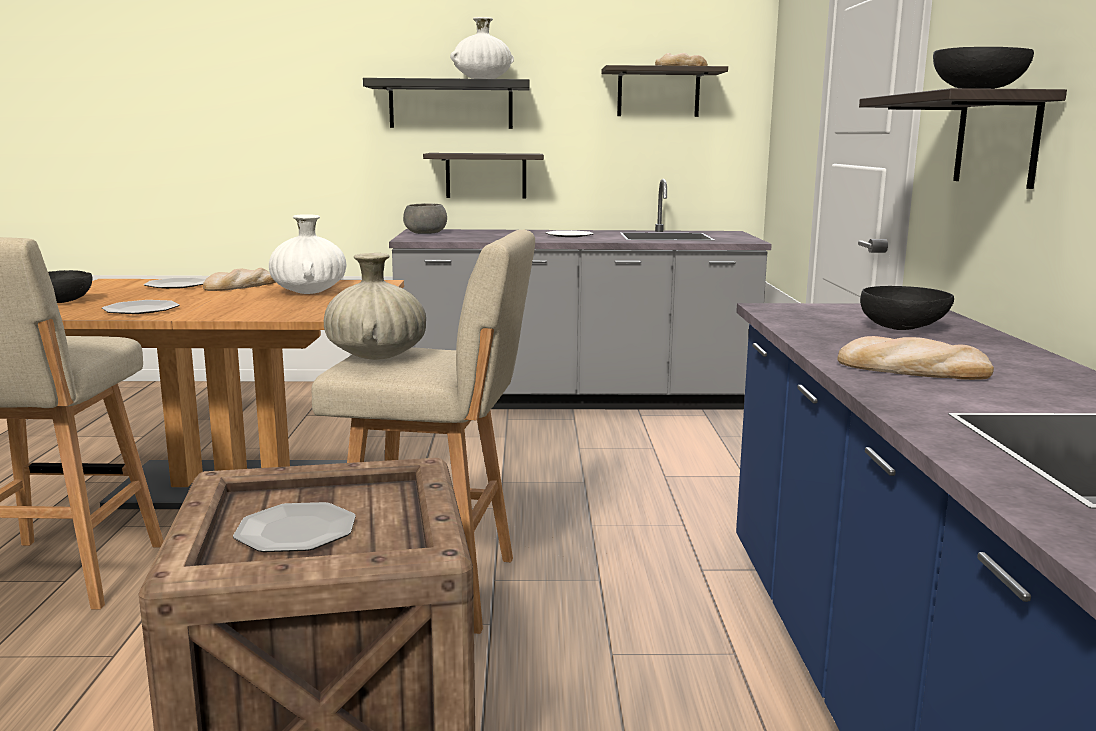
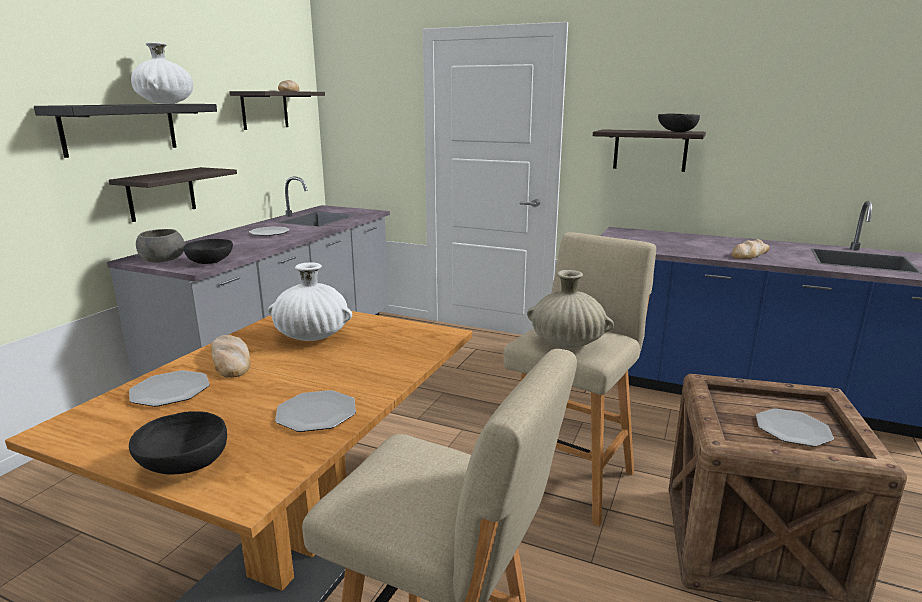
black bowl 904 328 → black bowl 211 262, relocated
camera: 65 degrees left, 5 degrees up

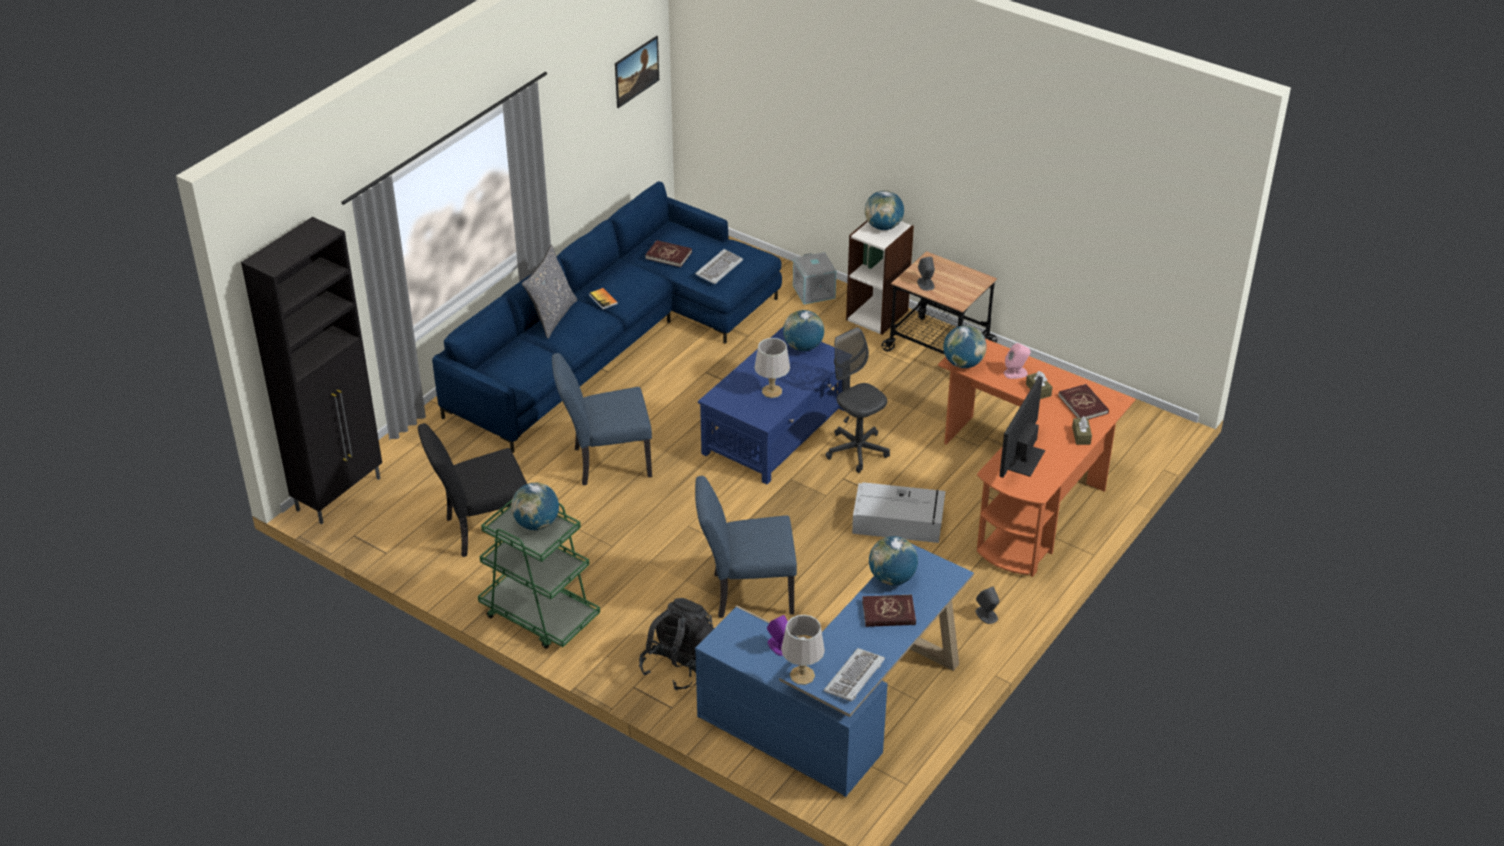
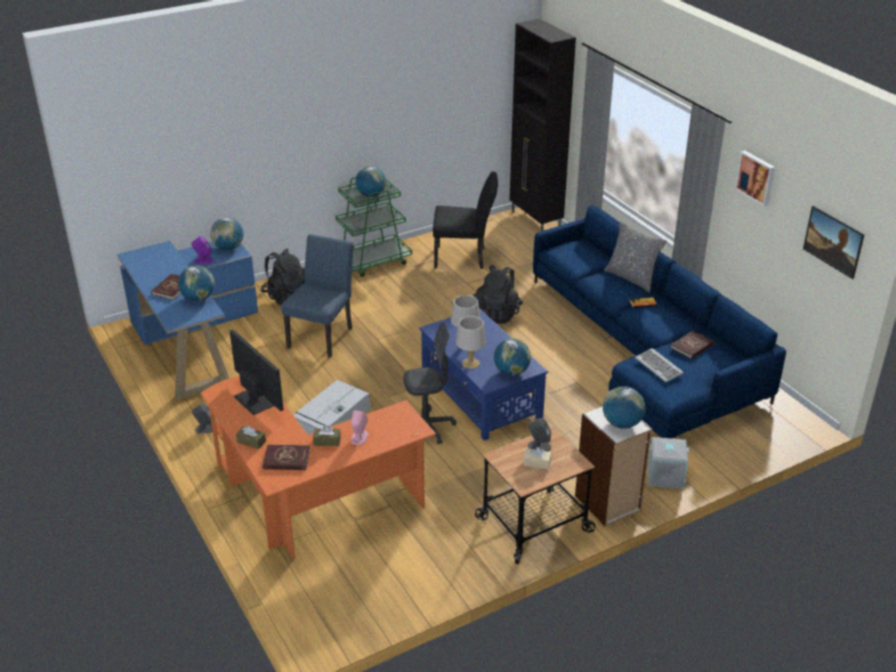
black chair 481 530 → black chair 464 258, 90 degrees clockwise
blue chair 605 463 → black backpack 497 314
grey table lamp 801 675 → grey table lamp 471 363, relocated
keyboard 855 677 → -
globe 963 364 → globe 228 248, relocated
- → beige tissue box 537 463
- → picture 756 177
camera: 115 degrees right, 5 degrees down

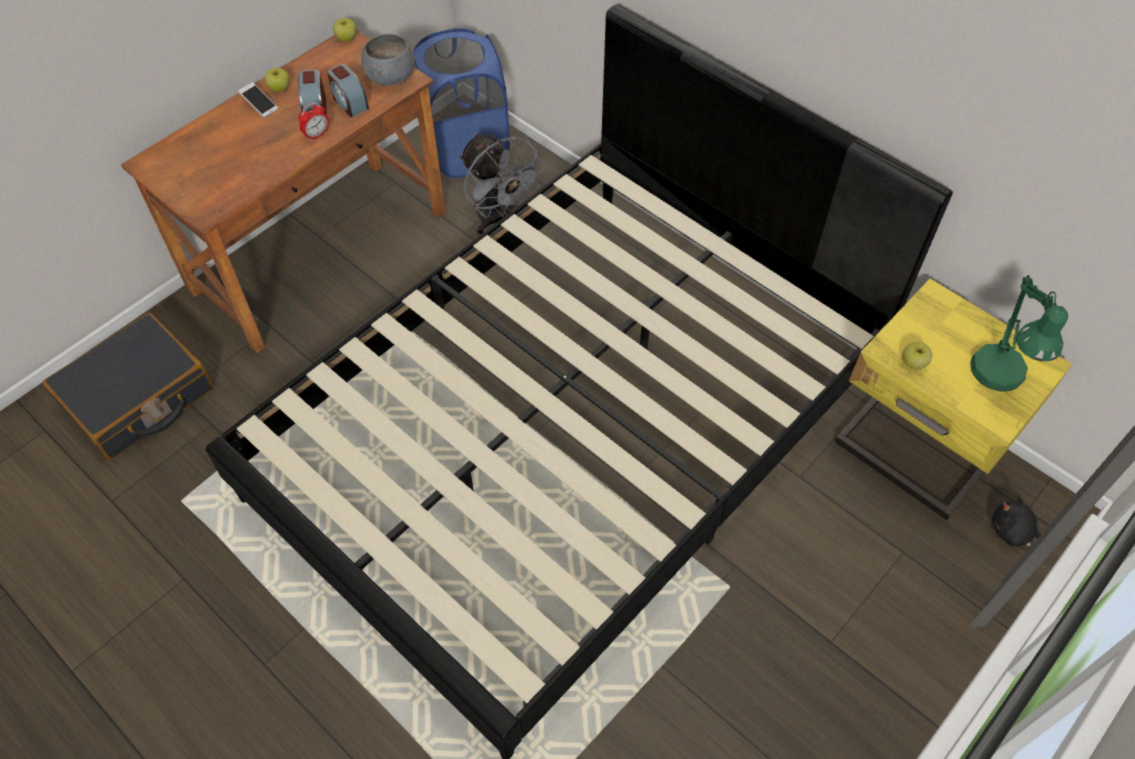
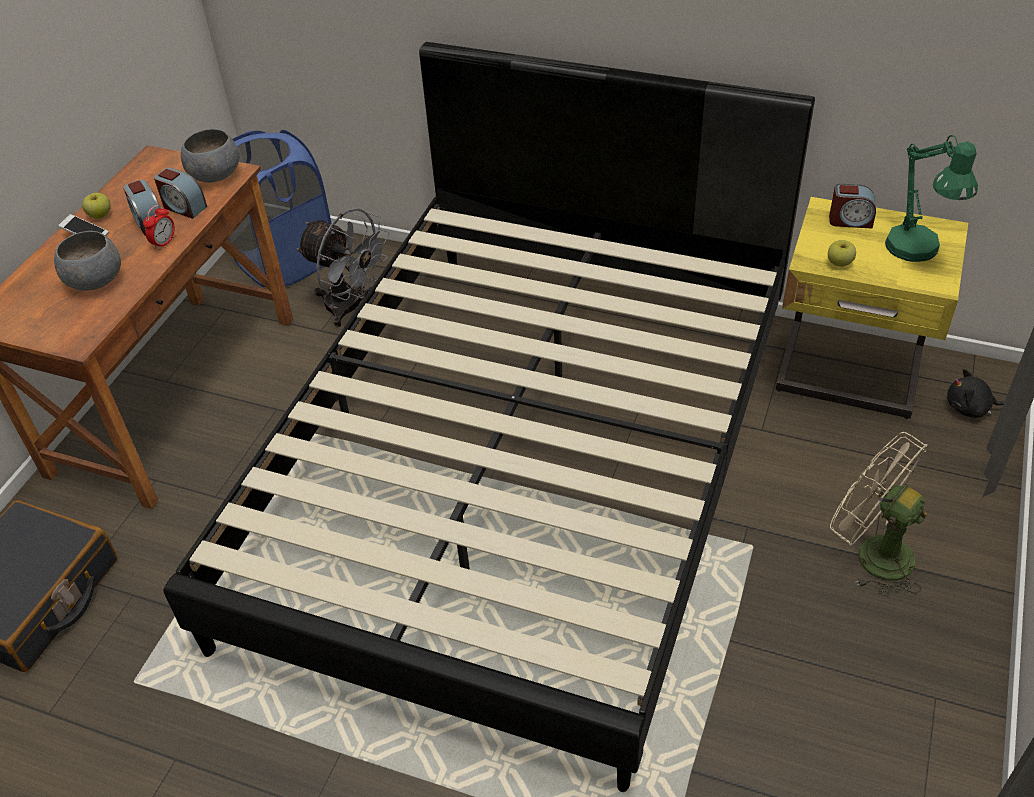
apple 346 38 → -
- → grey bowl 94 280
- → alarm clock 850 220
- → beige fan 872 553
camera: 20 degrees left, 10 degrees down

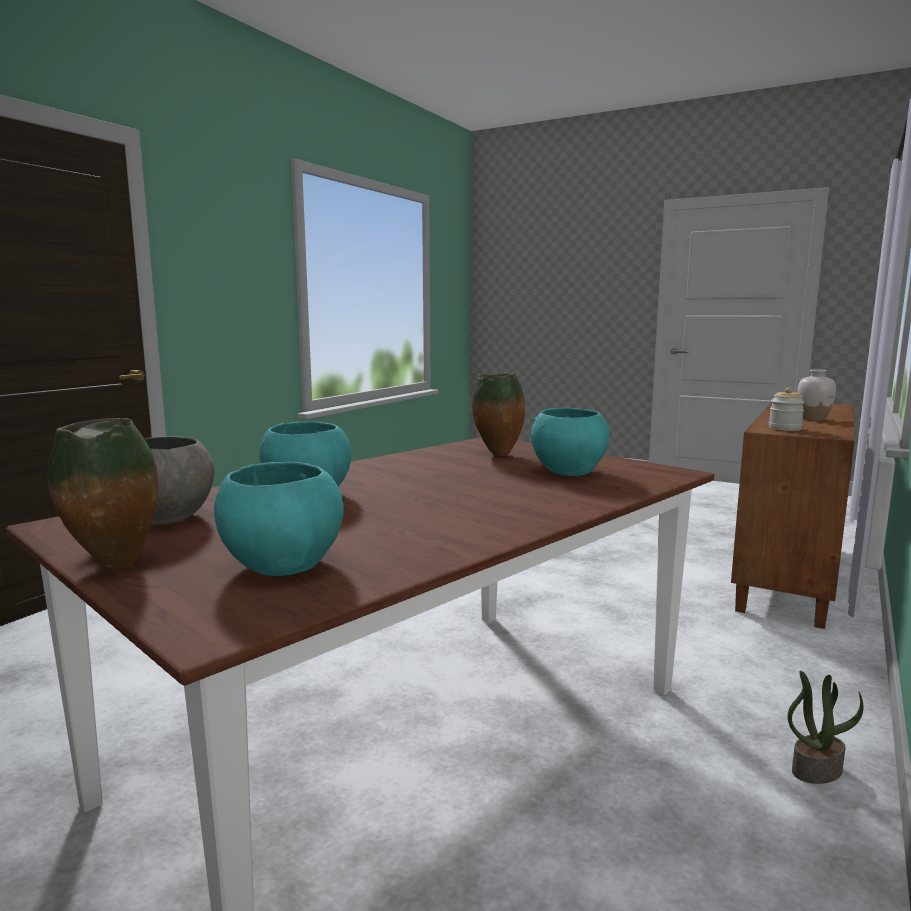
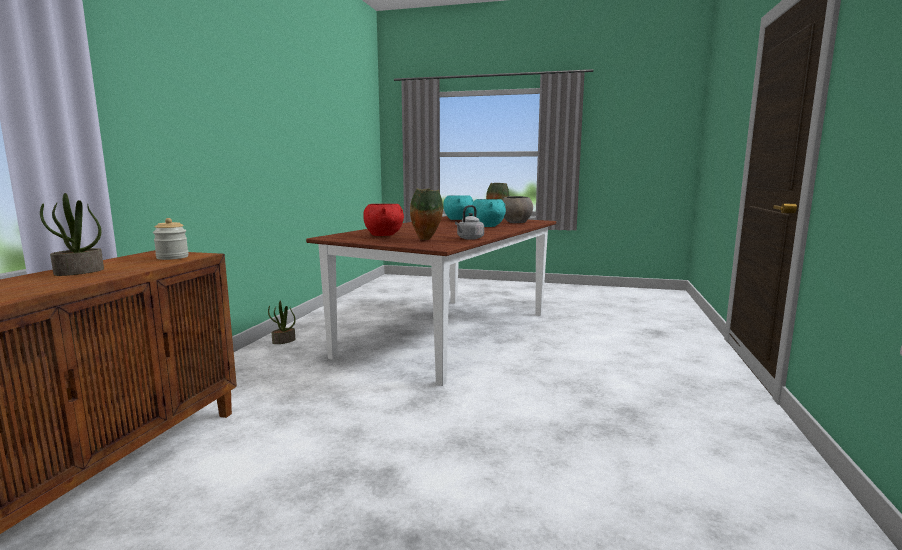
turquoise bowl 568 471 → red bowl 384 235
white vase 813 419 → potted plant 79 272
- → grey kettle 469 238
camera: 165 degrees right, 0 degrees up

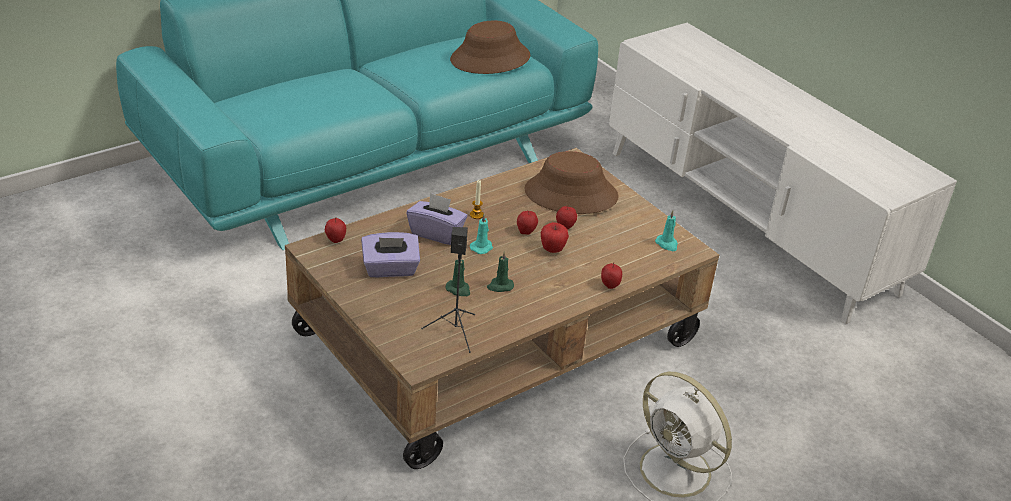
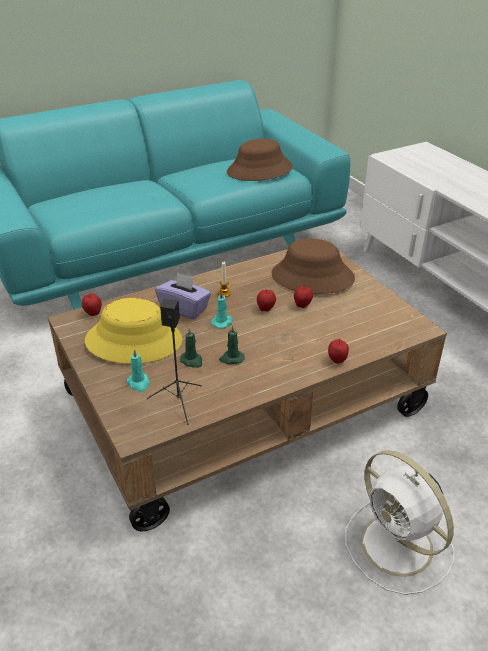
purple tissue box 390 269 → yellow hat 134 340
apple 552 250 → -
turquoise candle 667 244 → turquoise candle 139 383, relocated
camera: 10 degrees right, 0 degrees up

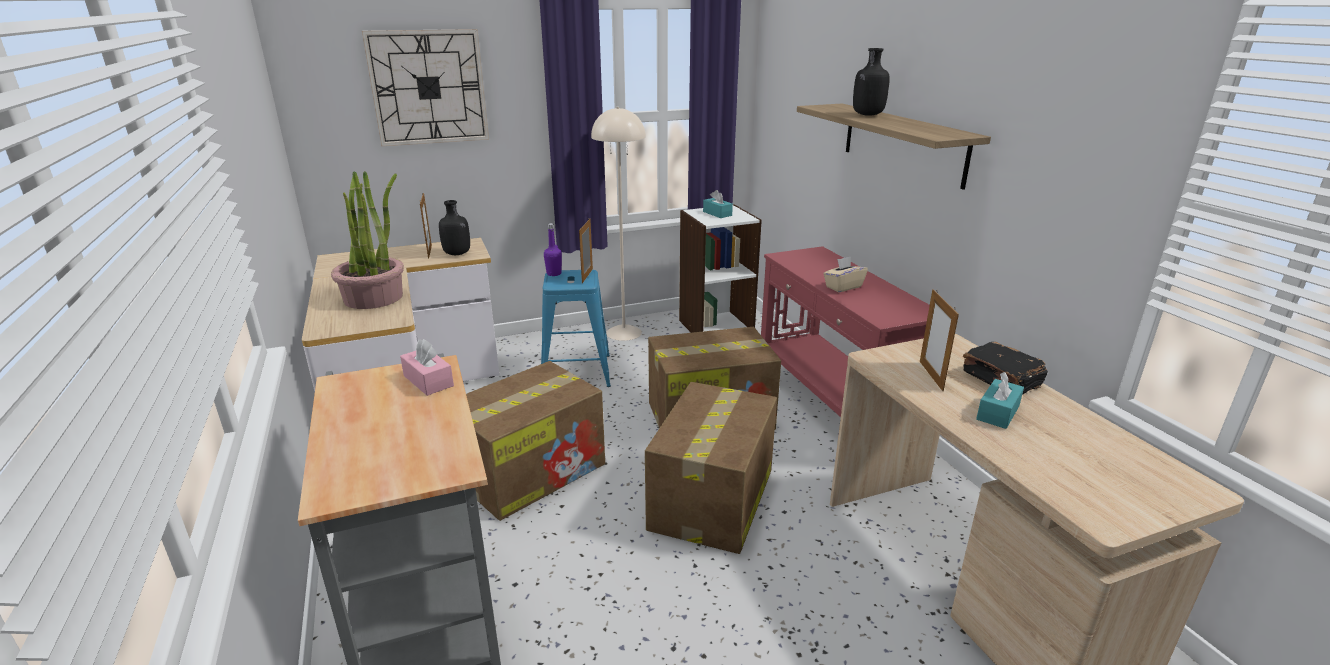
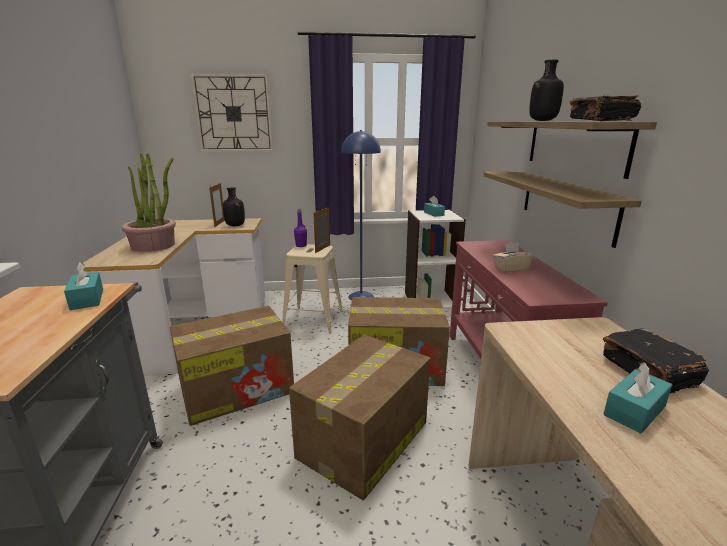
pink tissue box 428 381 → turquoise tissue box 87 299
blue stool 576 371 → beige stool 313 319
beige floor lamp 624 332 → blue floor lamp 361 296
picture frame 931 375 → -
- → shelf 566 204
- → black book 600 121
camera: 15 degrees right, 5 degrees down

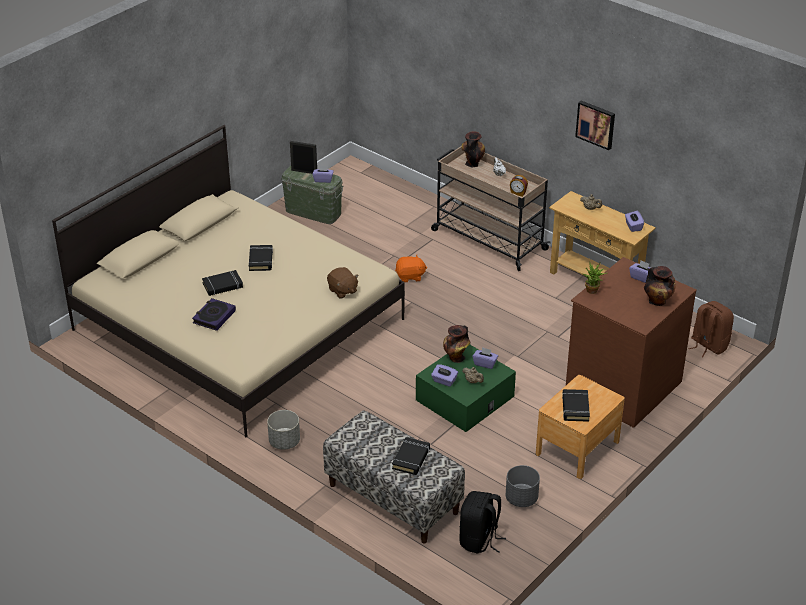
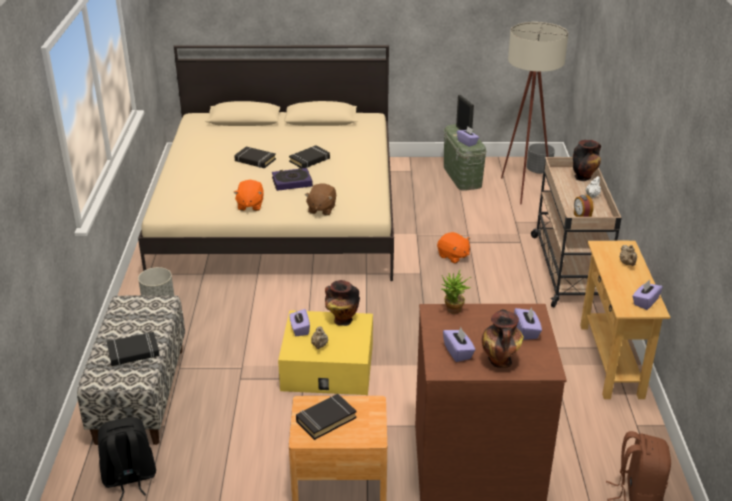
book 214 317 → book 292 182, relocated
green storage box 465 398 → yellow storage box 328 366
purple tissue box 485 363 → purple tissue box 458 352, relocated
grey planter 521 498 → grey planter 539 170, relocated
picture 596 124 → -
- → orange plush toy 250 205
- → beige floor lamp 522 192
camera: 50 degrees right, 5 degrees down

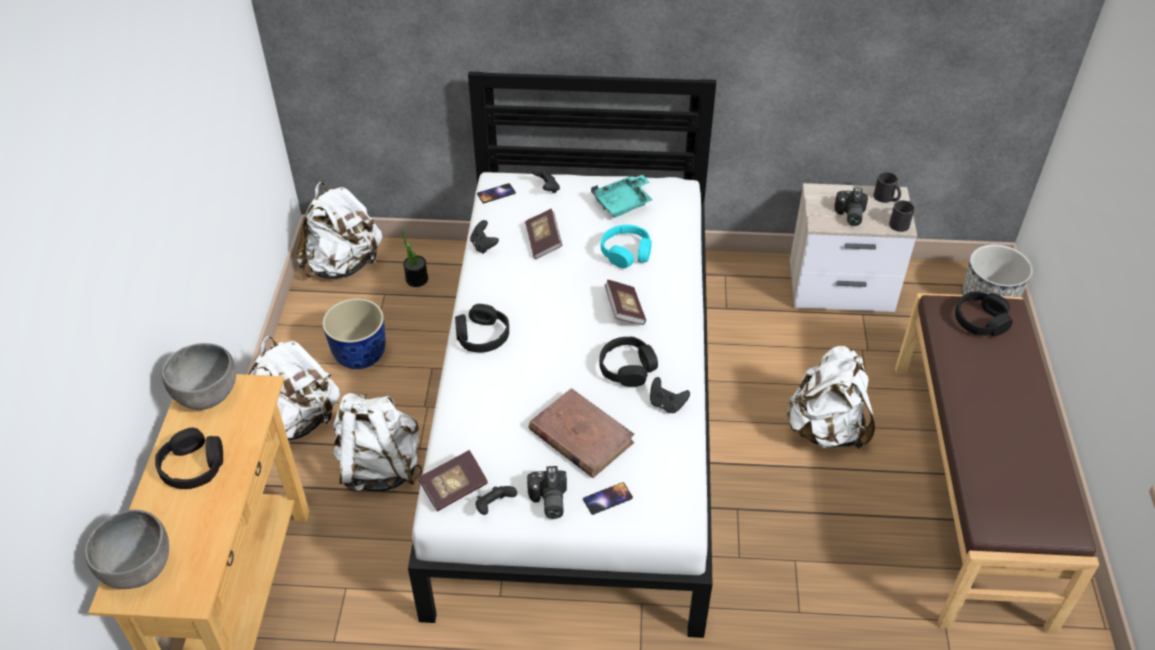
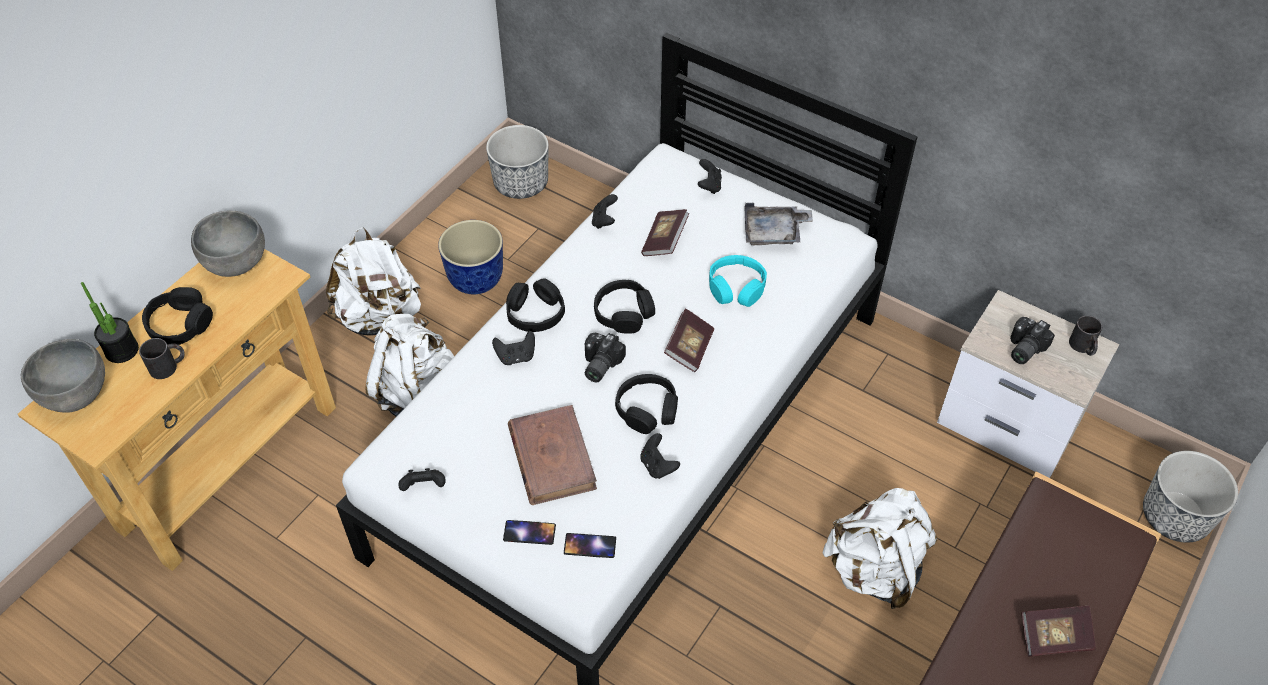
white backpack 343 265 → planter 521 183
potted plant 417 279 → potted plant 122 350, relocated
book 454 488 → book 1054 637, relocated
phone 496 193 → phone 590 546, relocated
photo camera 547 501 → photo camera 598 365, relocated
turquoise tray 623 203 → grey tray 774 233
black mug 901 222 → black mug 169 366, relocated
black headphones 980 320 → black headphones 624 313, relocated
- → black game controller 516 357
camera: 30 degrees right, 5 degrees up

